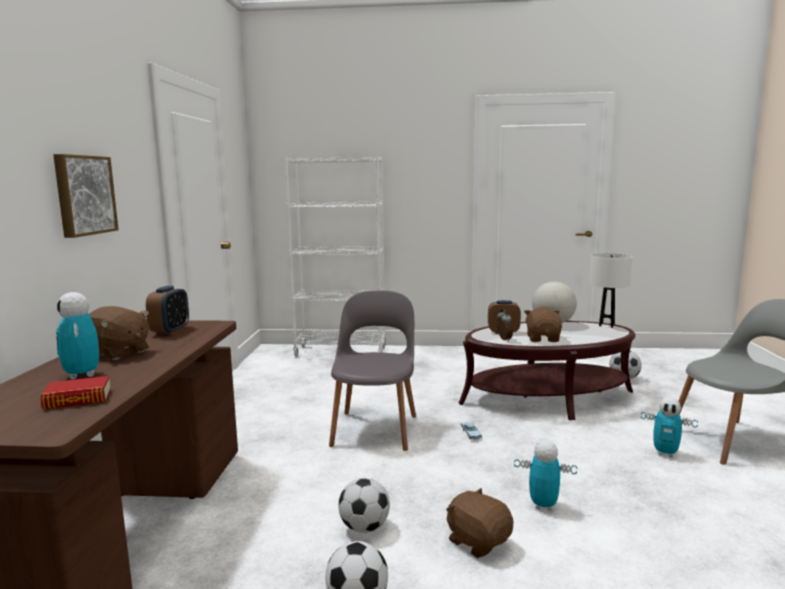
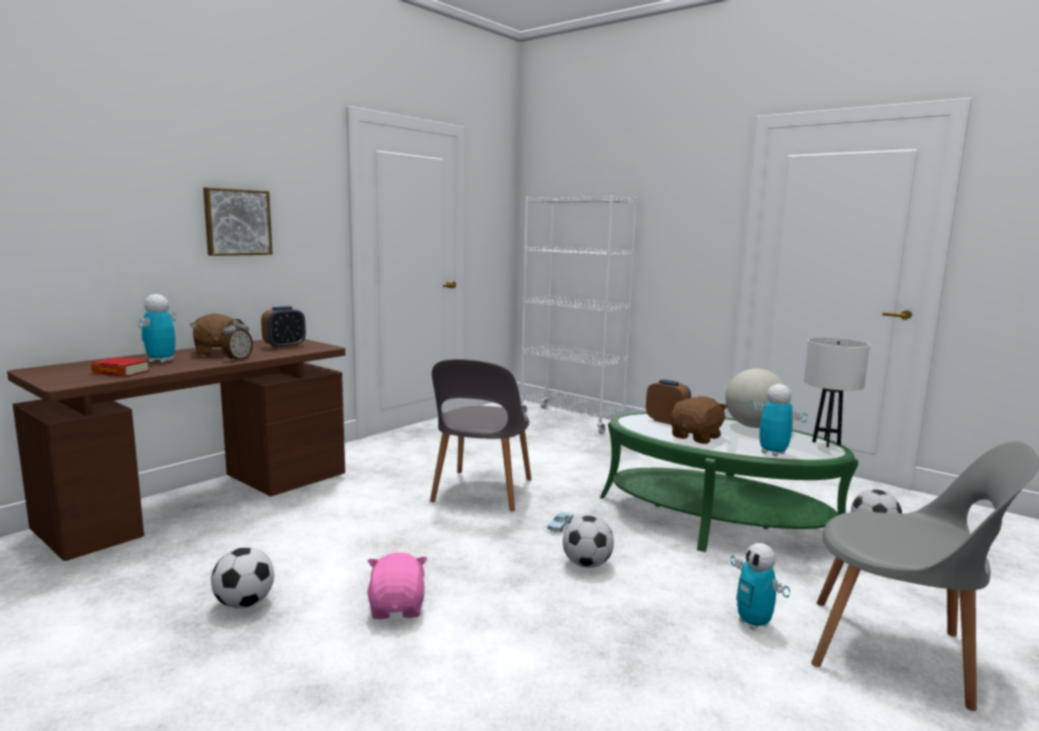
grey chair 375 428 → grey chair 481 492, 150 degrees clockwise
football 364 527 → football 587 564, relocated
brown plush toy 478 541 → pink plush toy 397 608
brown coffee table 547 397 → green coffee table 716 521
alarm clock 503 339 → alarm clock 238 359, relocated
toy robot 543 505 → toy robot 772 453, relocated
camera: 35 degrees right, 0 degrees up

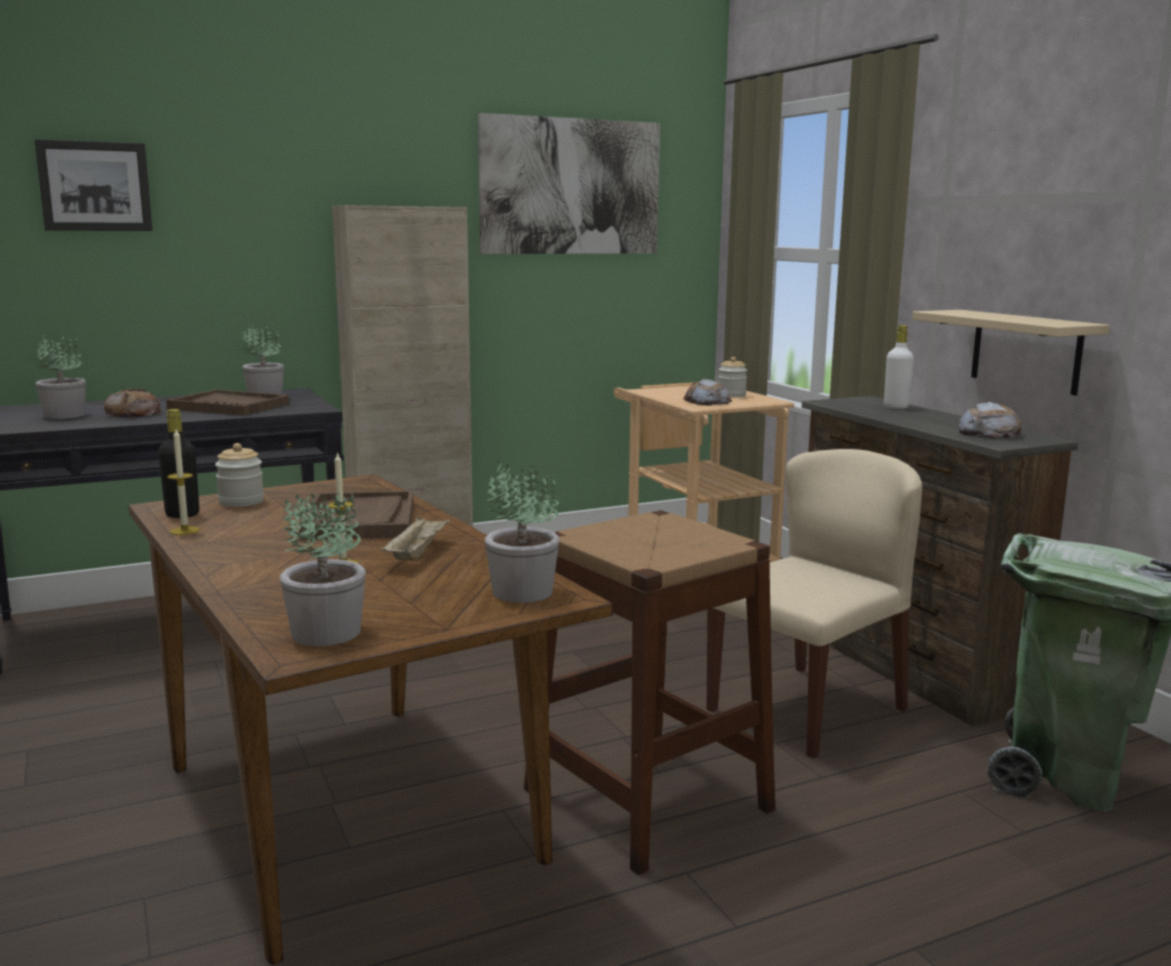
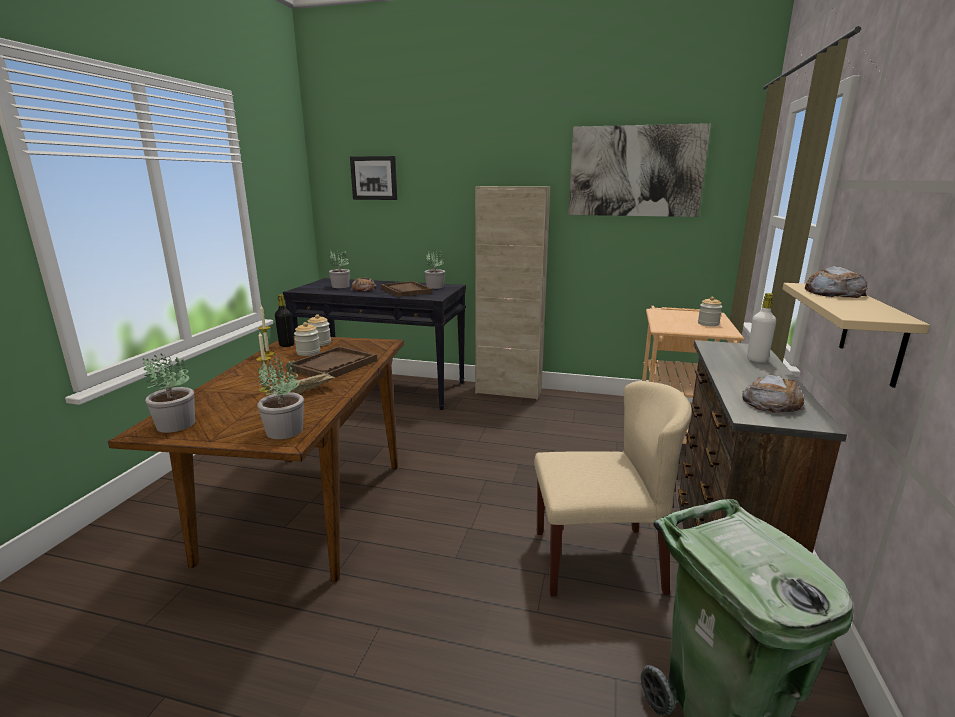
brown stool 647 799 → -
bread 707 401 → bread 833 292, relocated
- → jar 308 352
camera: 40 degrees right, 5 degrees up

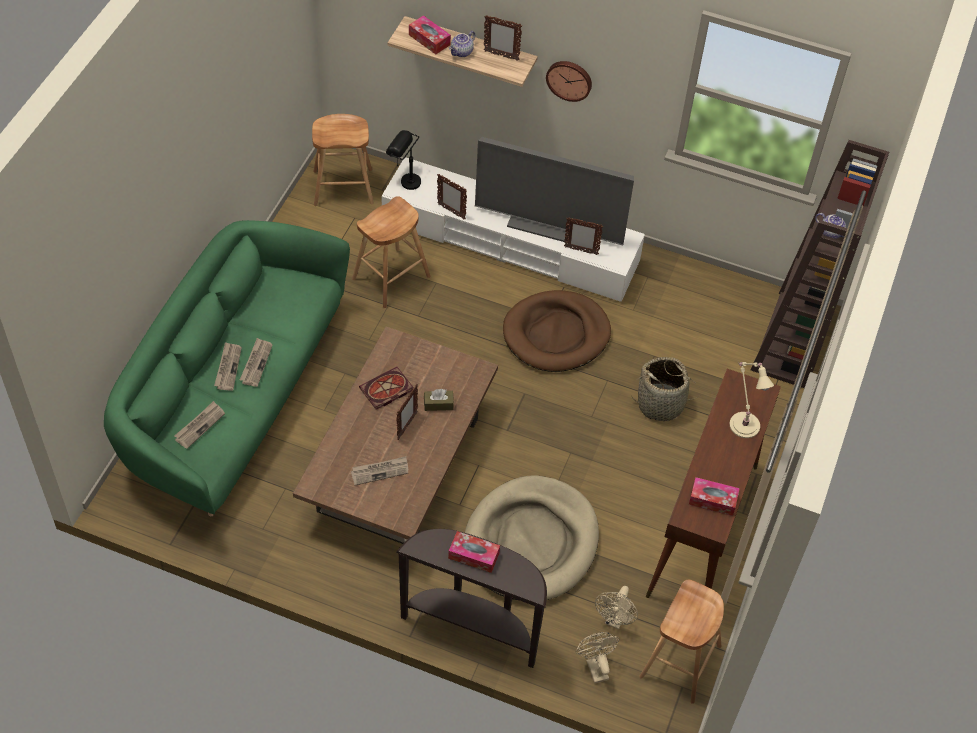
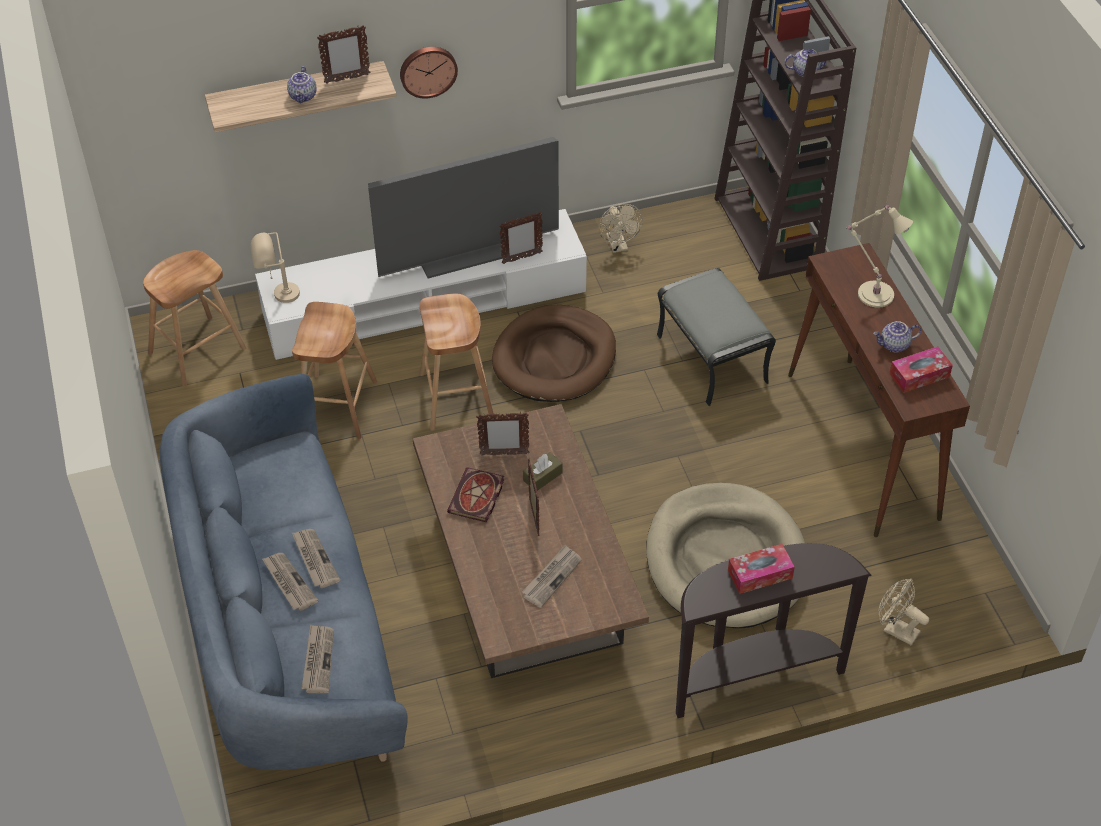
green sofa 233 397 → blue sofa 288 627
black table lamp 404 180 → beige table lamp 278 296
tissue box 429 40 → -
picture frame 451 211 → picture frame 504 454, relocated
beige fan 614 620 → beige fan 618 246, relocated
basket 661 404 → grey ottoman 713 359
brown stool 680 661 → brown stool 456 396, relocated
- → teapot 894 345
camera: 35 degrees left, 5 degrees down

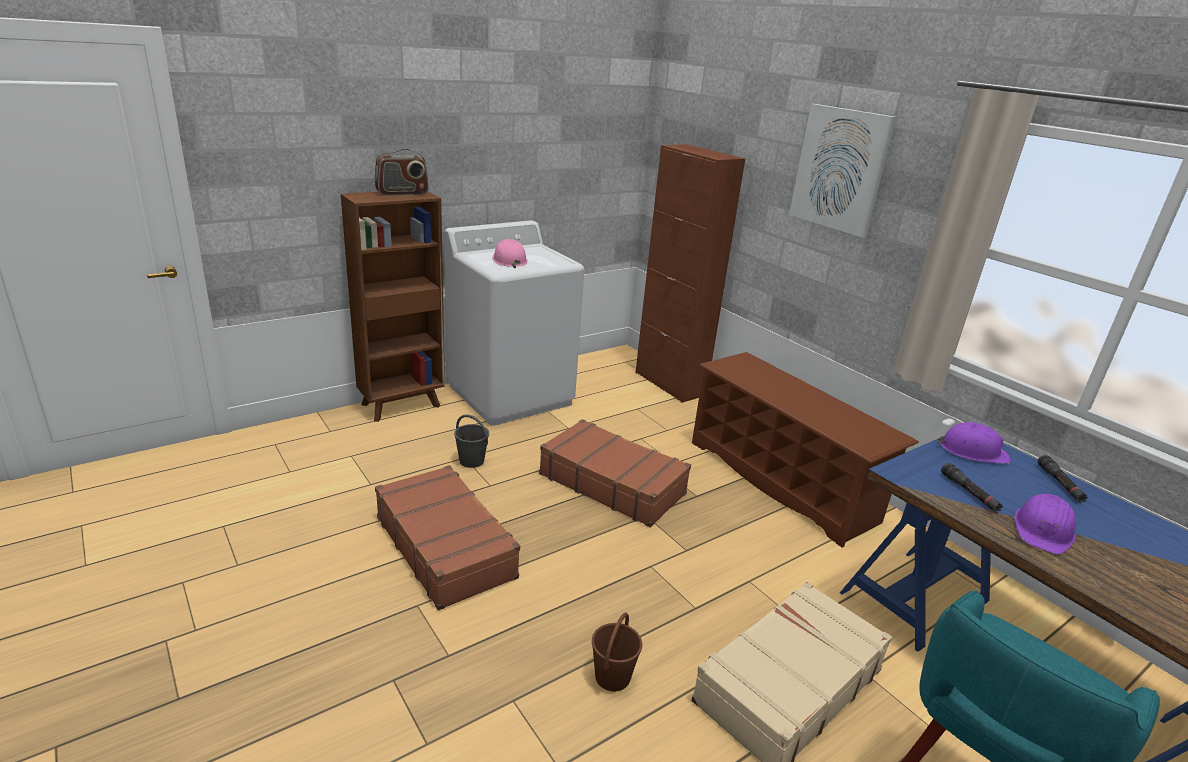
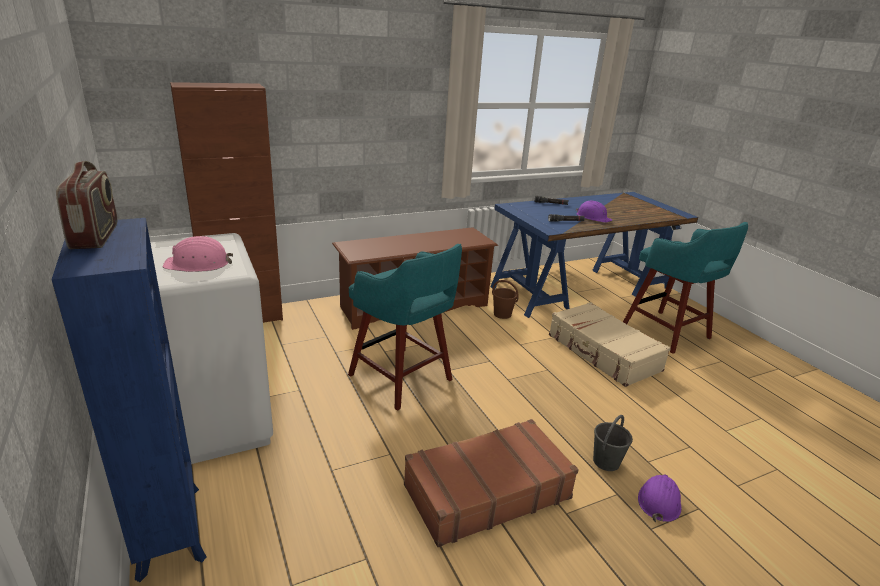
brown bookcase 402 405 → blue bookcase 170 528
grey bucket 472 461 → grey bucket 606 461, relocated
brown suitcase 612 483 → turquoise stool 402 379
brown bucket 612 677 → brown bucket 502 314, relocated
picture 840 169 → -
purple hard hat 972 451 → purple hard hat 659 501, relocated
camera: 80 degrees left, 0 degrees up

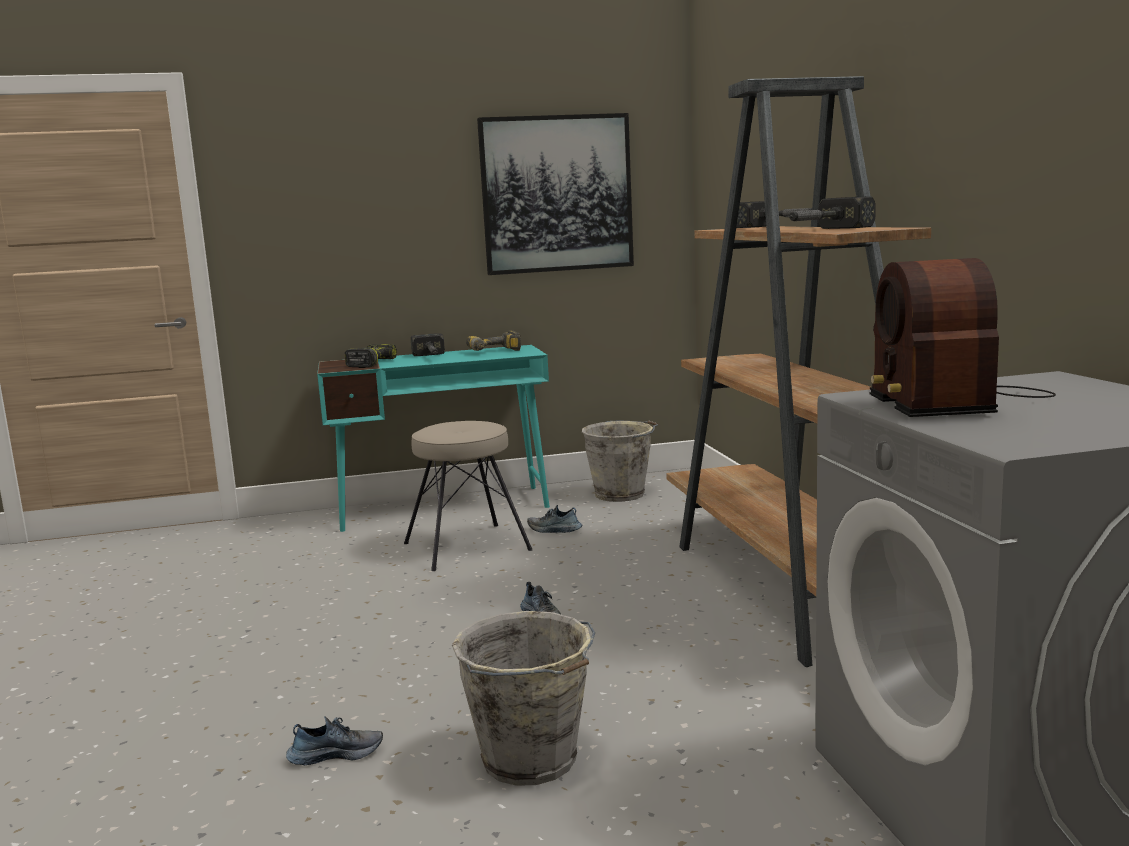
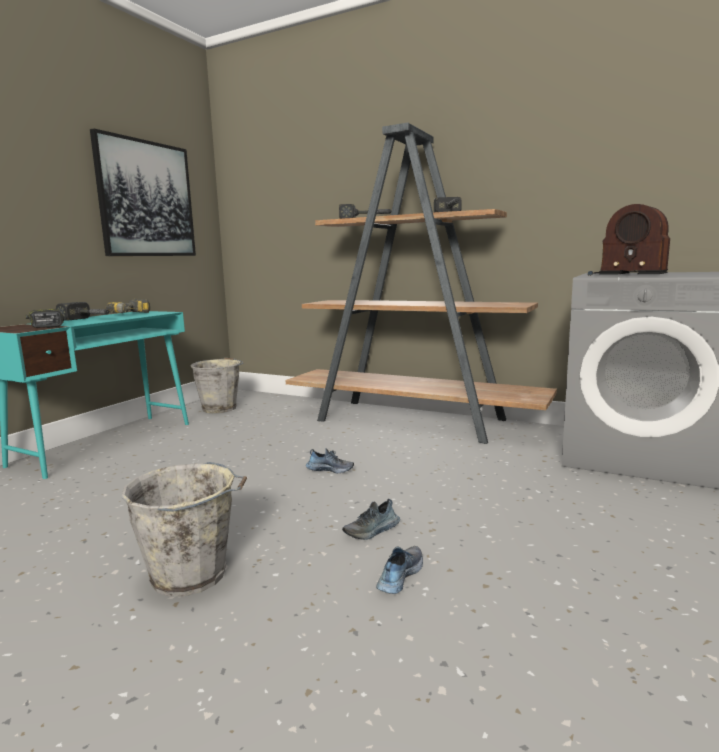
beige stool 467 547 → -
grey bucket 532 761 → grey bucket 192 575, relocated
shoe 554 530 → shoe 372 531, relocated
camera: 50 degrees left, 0 degrees up

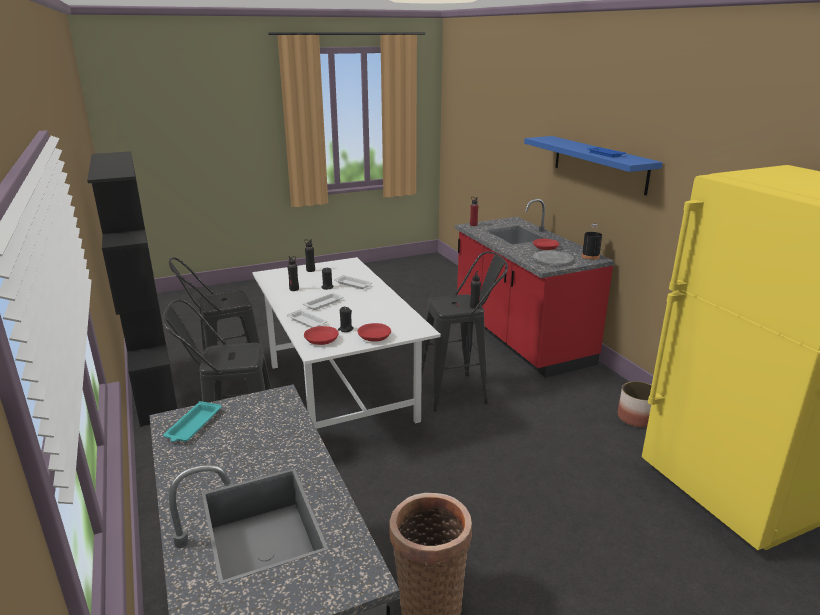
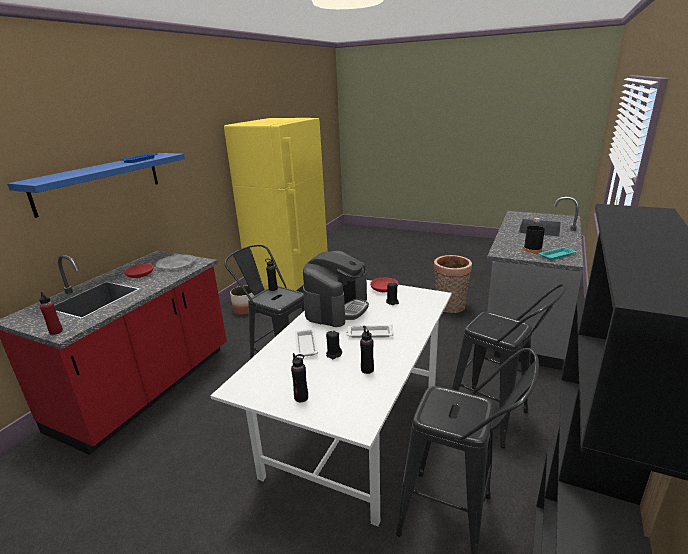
white tray 308 322 → -
red bowl 321 340 → -
black bottle 590 256 → black bottle 532 250, relocated
- → coffee machine 337 308
camera: 130 degrees left, 0 degrees up

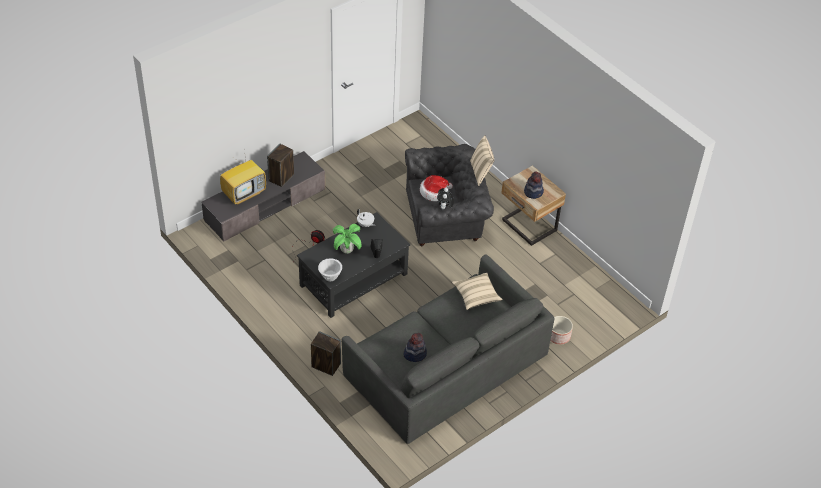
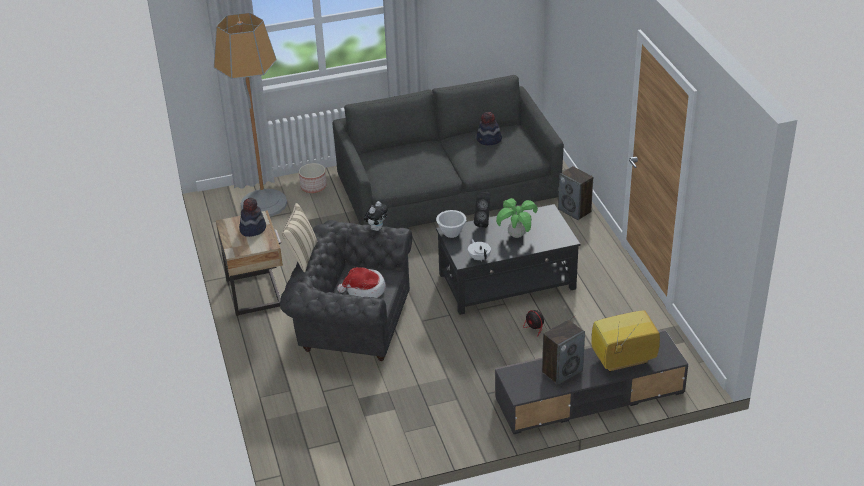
white bowl 330 276 → white bowl 451 233, relocated
beige pillow 476 296 → -
- → floor lamp 264 204
camera: 155 degrees left, 10 degrees down

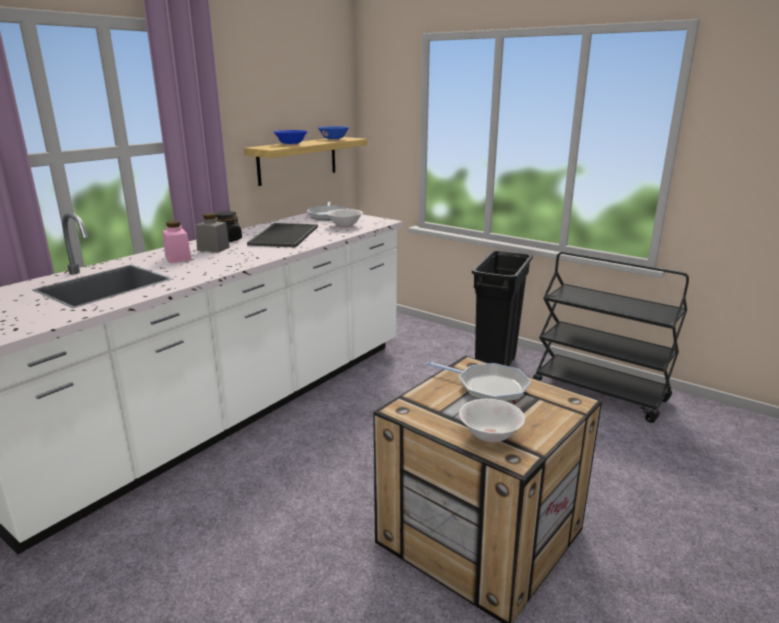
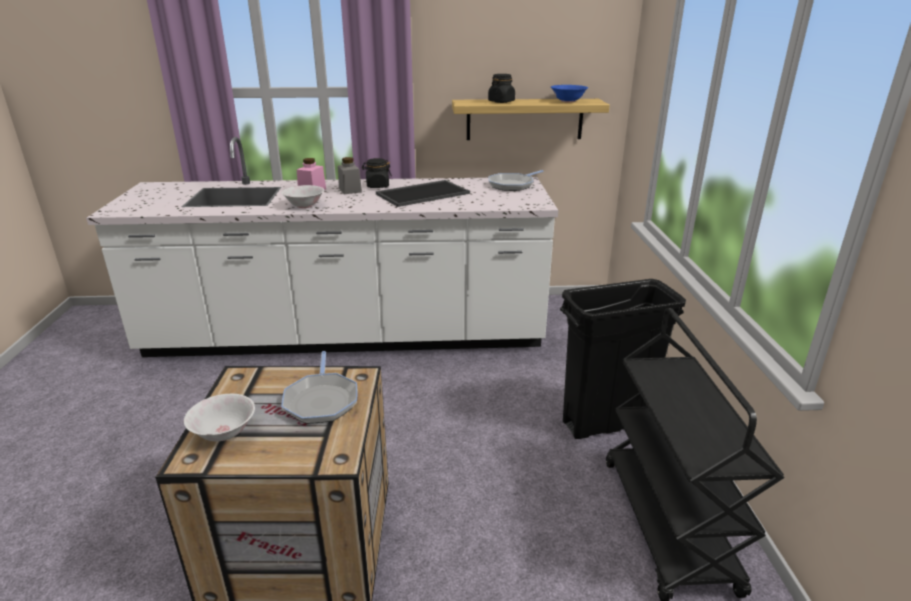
blue bowl 291 144 → black jar 501 101
white bowl 344 225 → white bowl 304 205, relocated
camera: 50 degrees right, 5 degrees up

